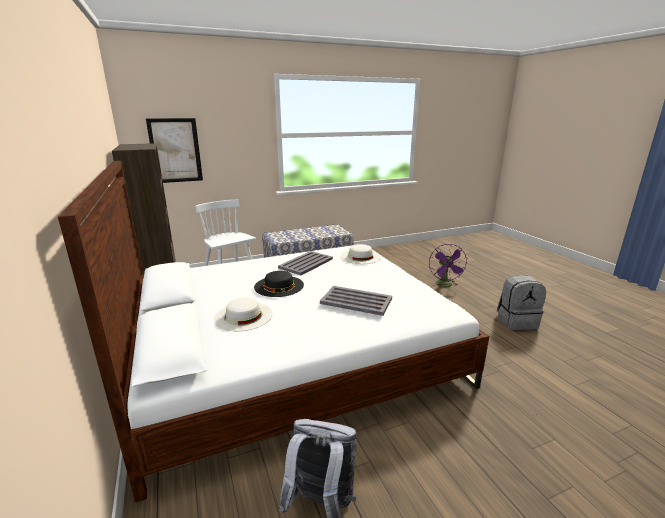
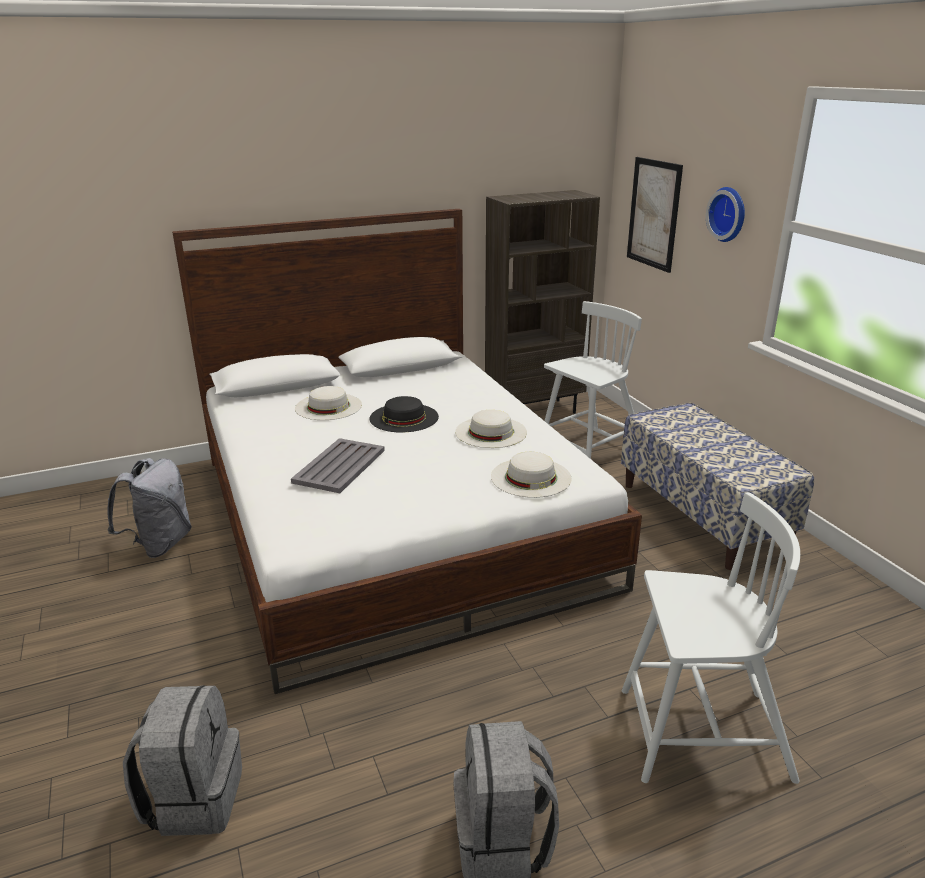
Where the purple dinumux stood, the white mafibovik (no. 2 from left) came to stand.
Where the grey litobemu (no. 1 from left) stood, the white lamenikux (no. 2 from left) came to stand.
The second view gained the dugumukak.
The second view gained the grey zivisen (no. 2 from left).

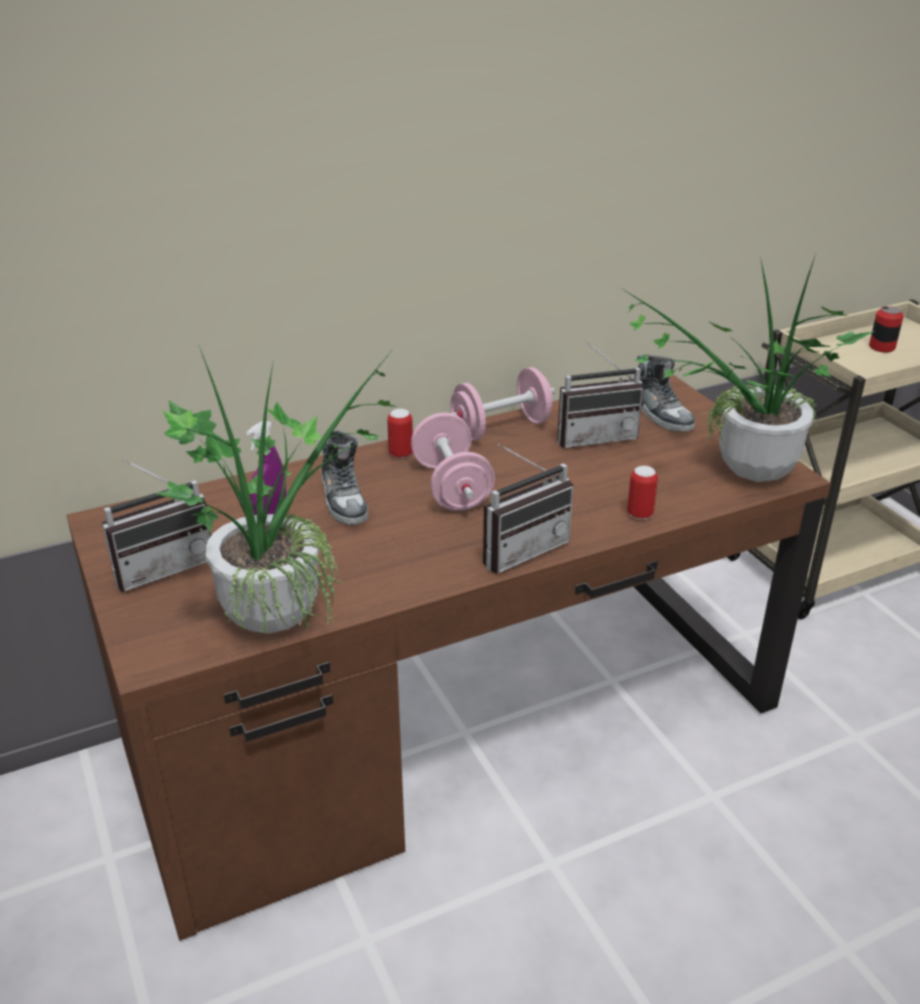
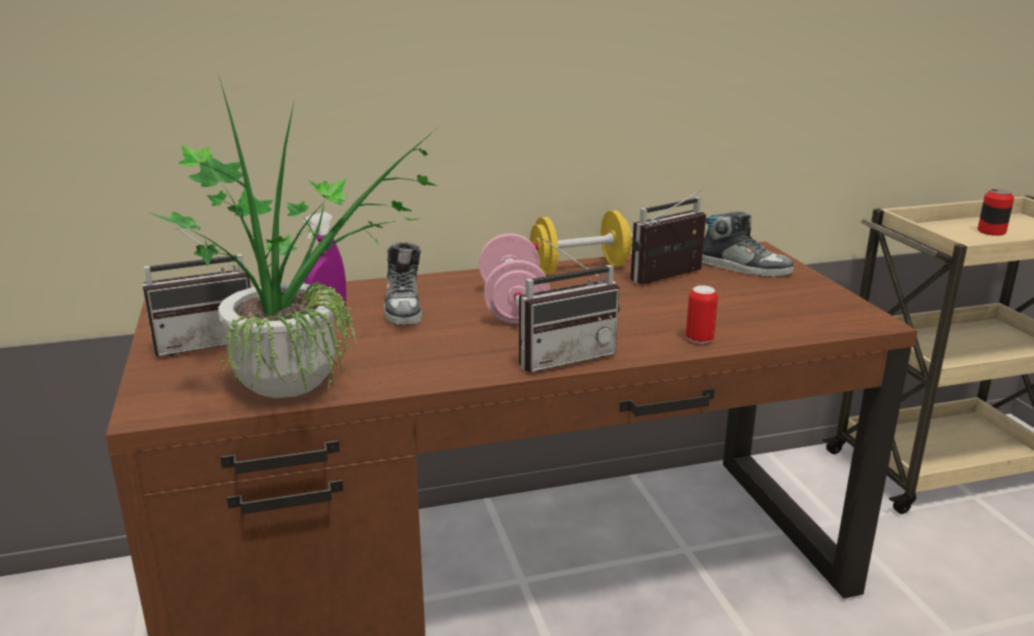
The second view lost the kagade (no. 2 from left).
The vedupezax (no. 3 from left) ended up facing another way, 150 degrees clockwise from before.
The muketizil (no. 2 from left) ended up facing another way, 45 degrees counterclockwise from before.
What was the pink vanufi (no. 2 from left) turned into the yellow vanufi.
The second view lost the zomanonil (no. 1 from left).

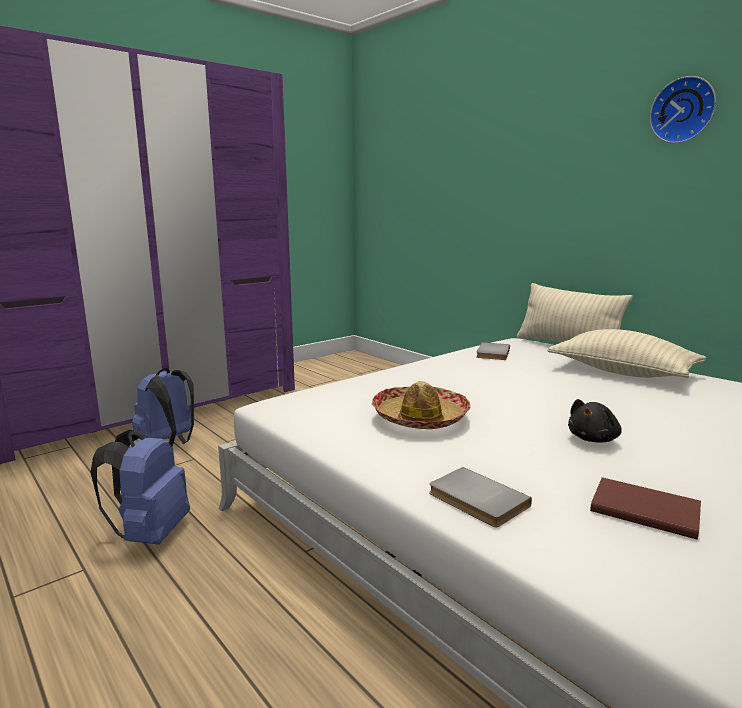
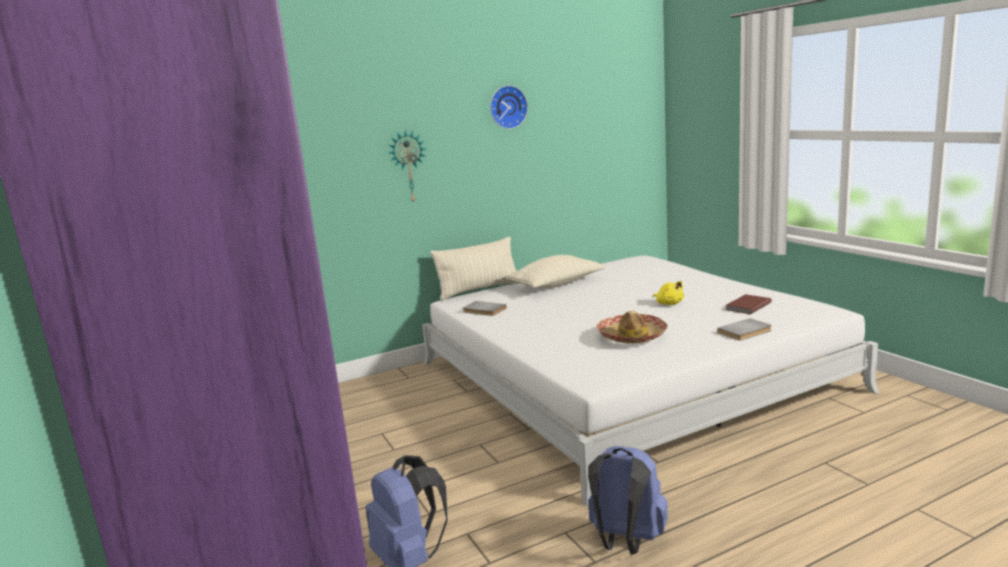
What was the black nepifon turned into the yellow nepifon.
The second view gained the dugumukak (no. 1 from left).

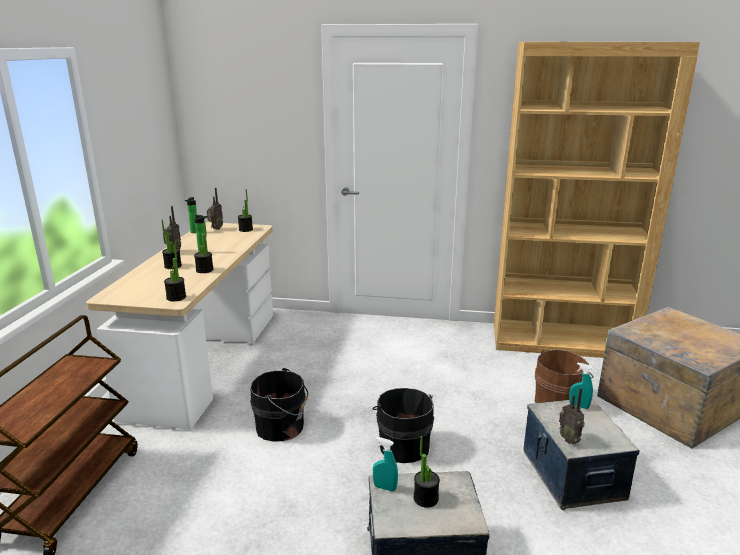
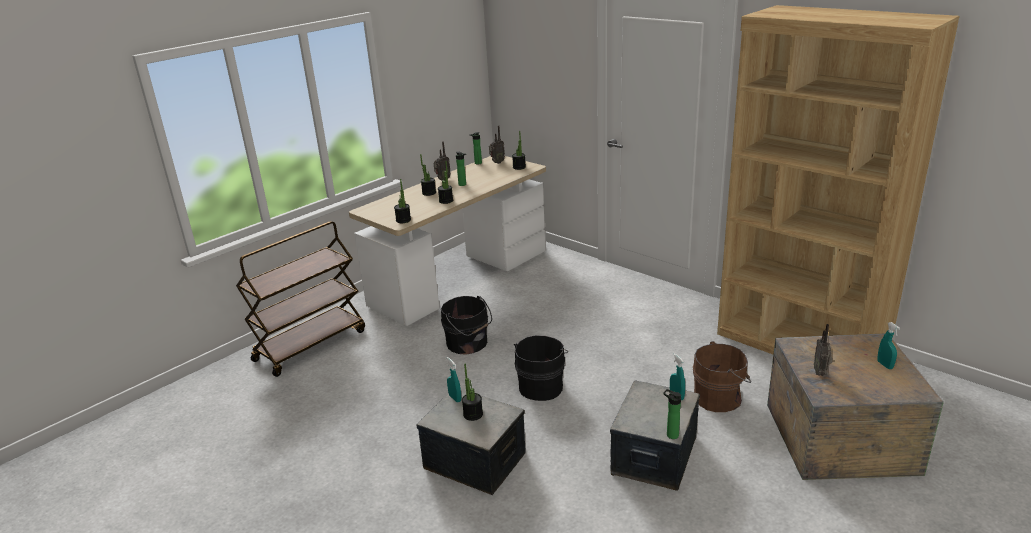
The vedupezax (no. 3 from left) ended up elsewhere.
The second view gained the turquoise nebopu (no. 3 from left).
The second view gained the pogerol (no. 3 from left).

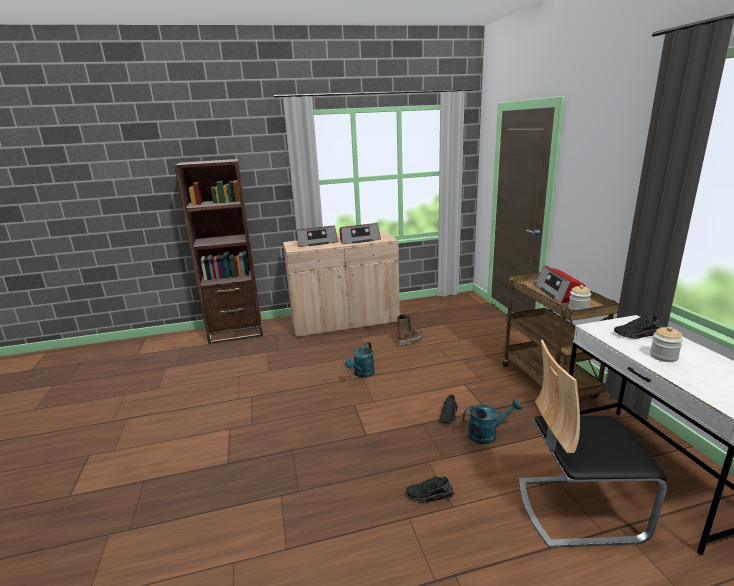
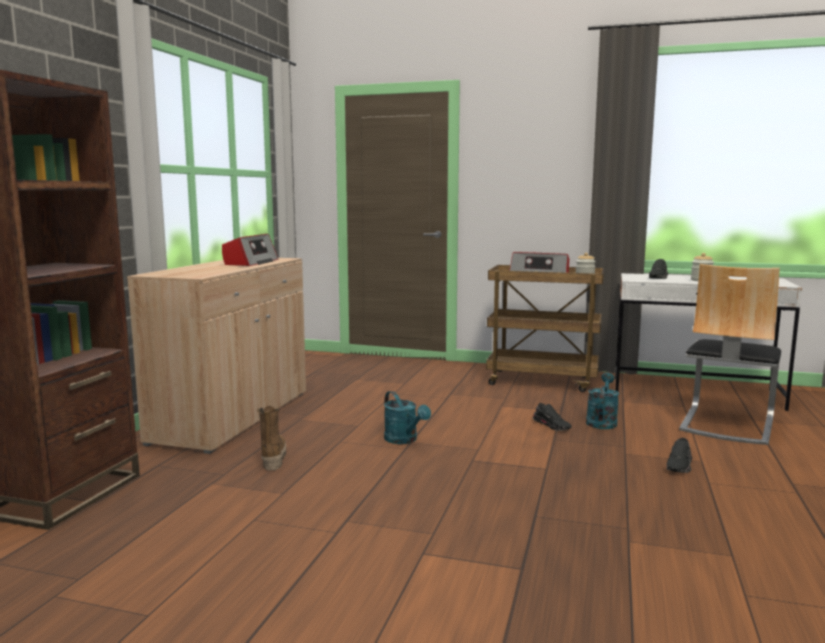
The second view lost the vedupezax (no. 1 from left).
The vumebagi ended up elsewhere.

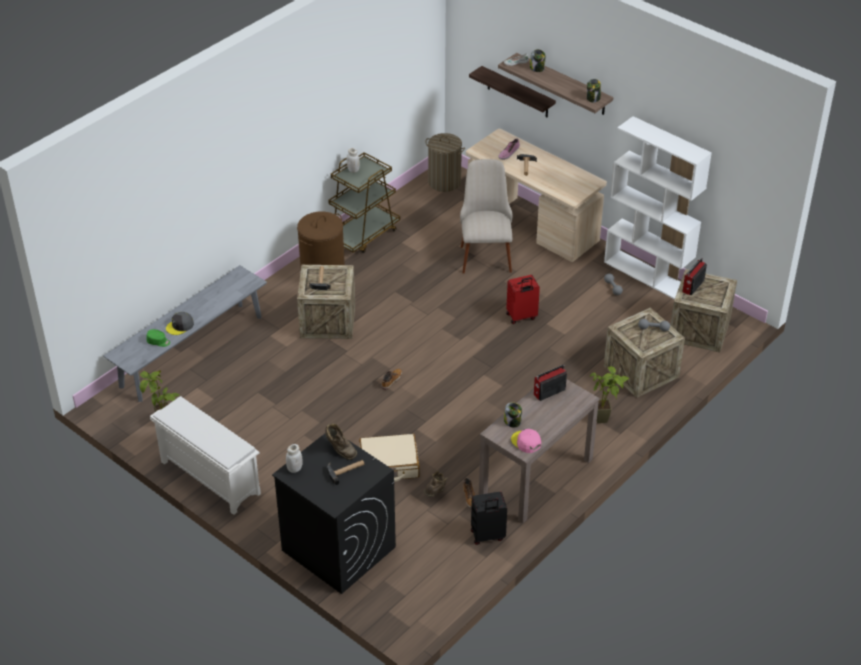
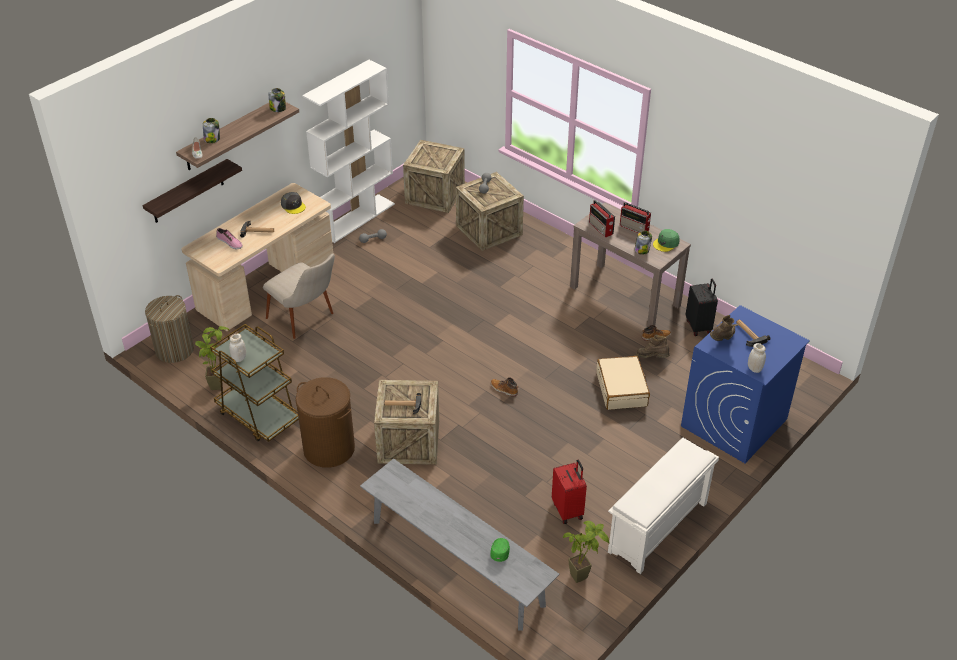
The beige mafibovik ended up facing another way, 135 degrees counterclockwise from before.
The vedupezax (no. 2 from left) ended up elsewhere.
The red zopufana ended up elsewhere.
The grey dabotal ended up elsewhere.
The kagade (no. 2 from left in the first image) ended up elsewhere.
What was the pink dabotal turned into the green dabotal (no. 2 from left).
What was the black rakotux turned into the blue rakotux.

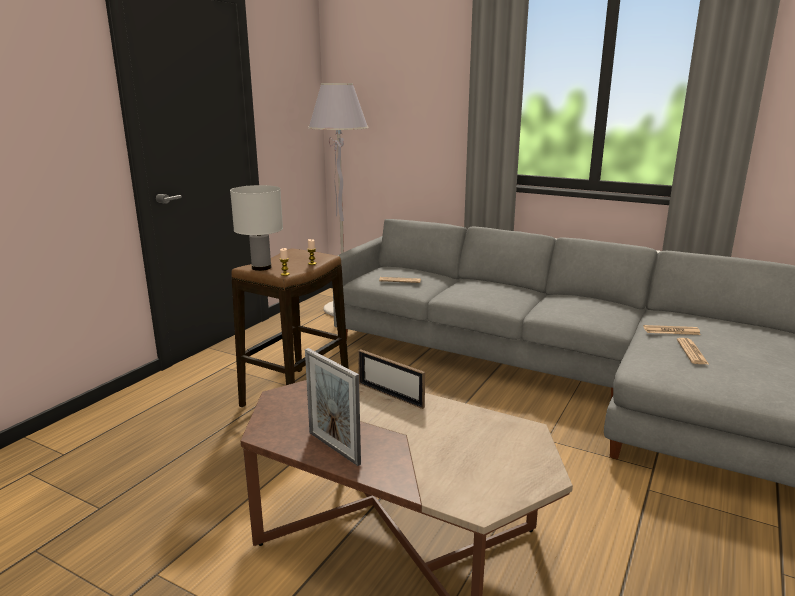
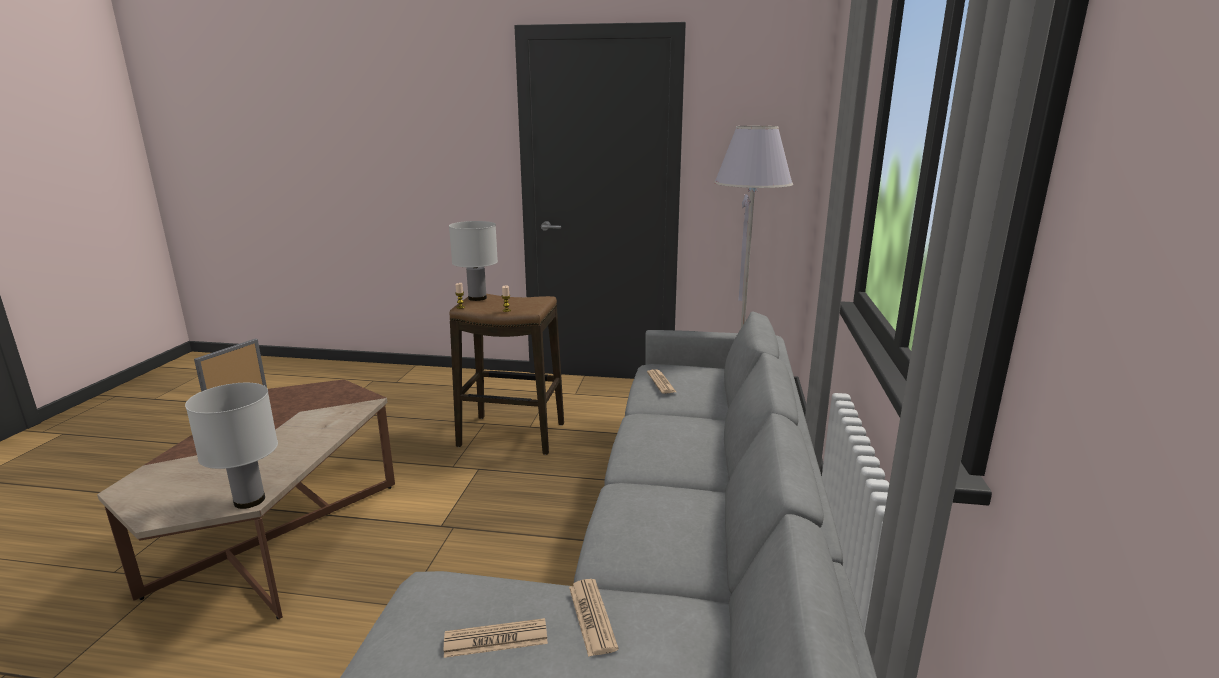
The second view lost the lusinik (no. 2 from left).
The second view gained the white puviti (no. 1 from left).

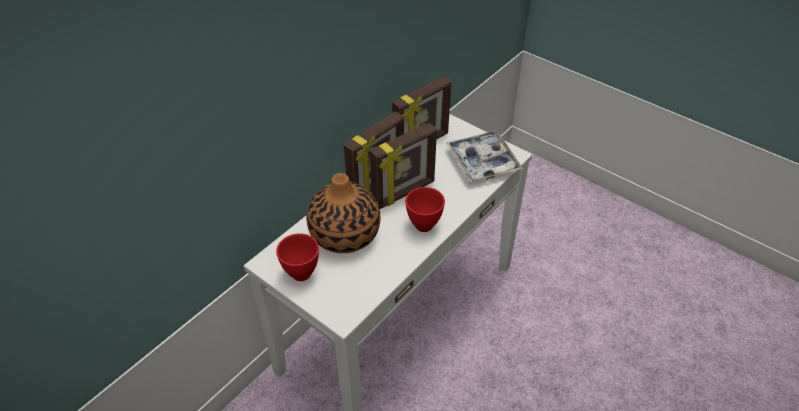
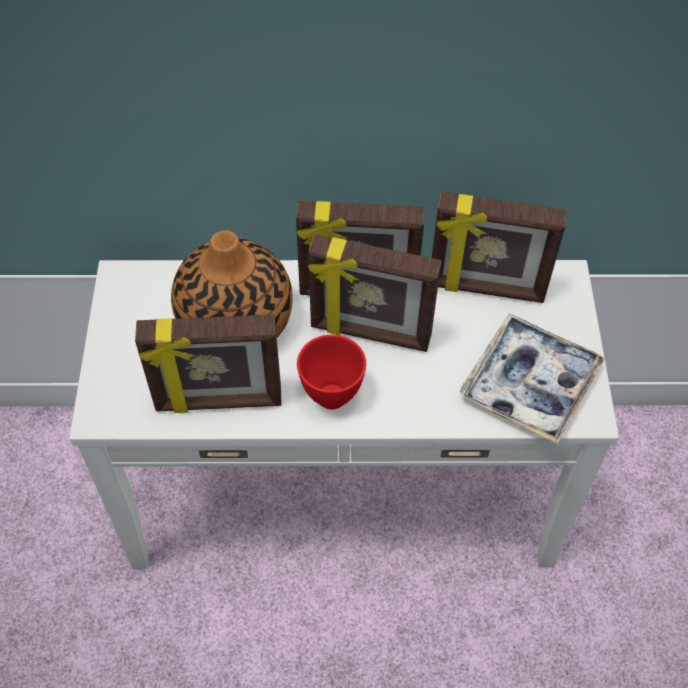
The second view lost the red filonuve (no. 1 from left).
The second view gained the lusinik (no. 1 from left).

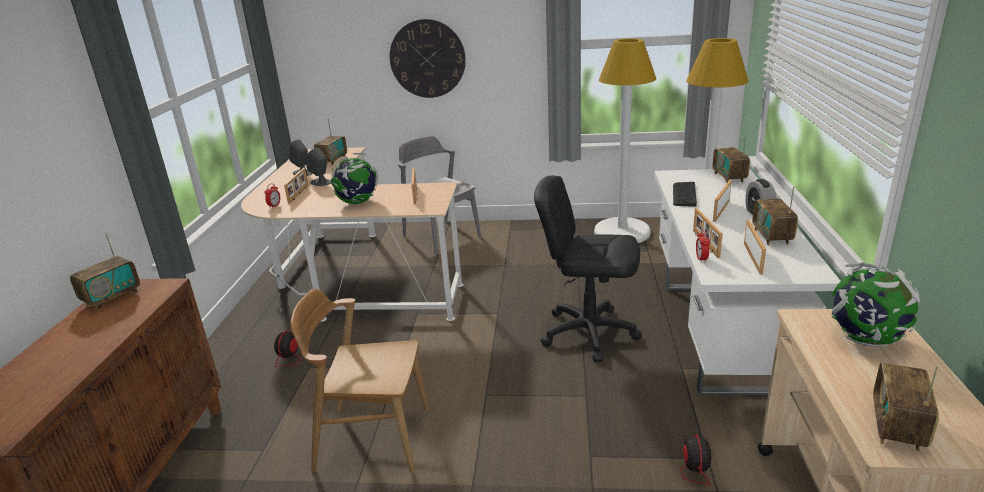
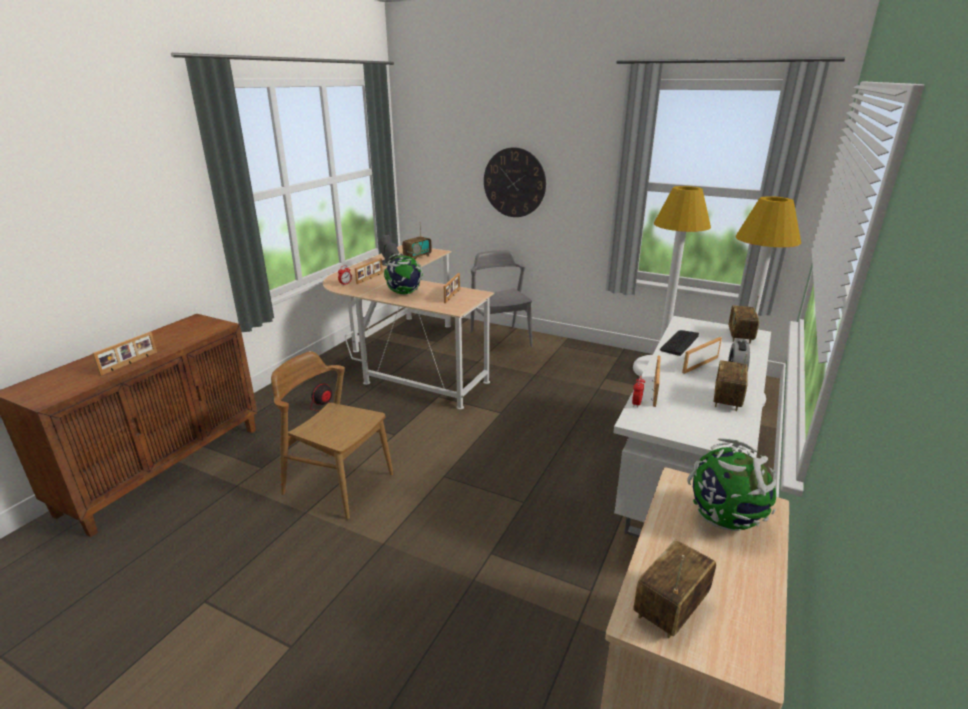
The second view lost the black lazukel.
The lusinik (no. 5 from left in the first image) ended up elsewhere.
The second view lost the vedupezax (no. 1 from left).
The second view lost the dinumux (no. 2 from left).

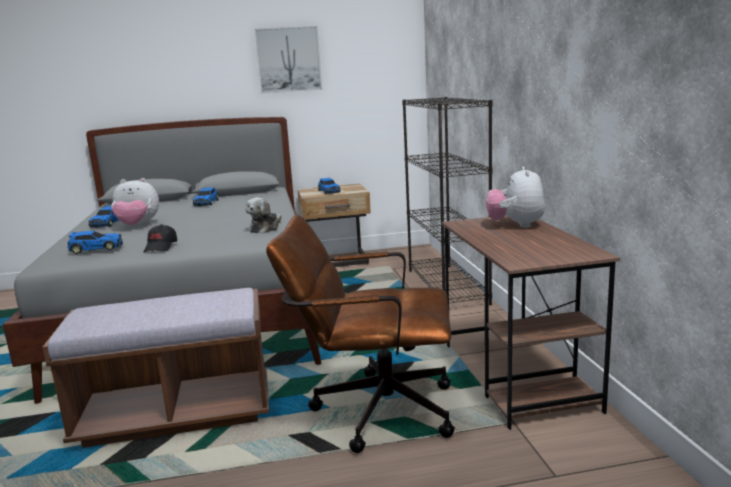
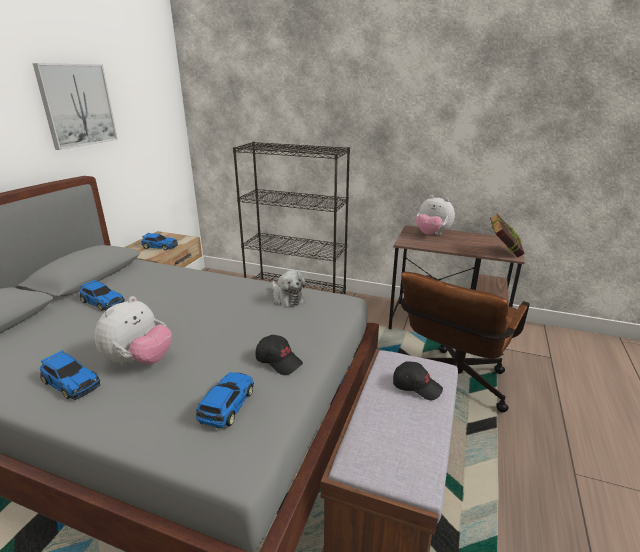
The second view gained the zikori.
The second view gained the black dabotal (no. 2 from left).

